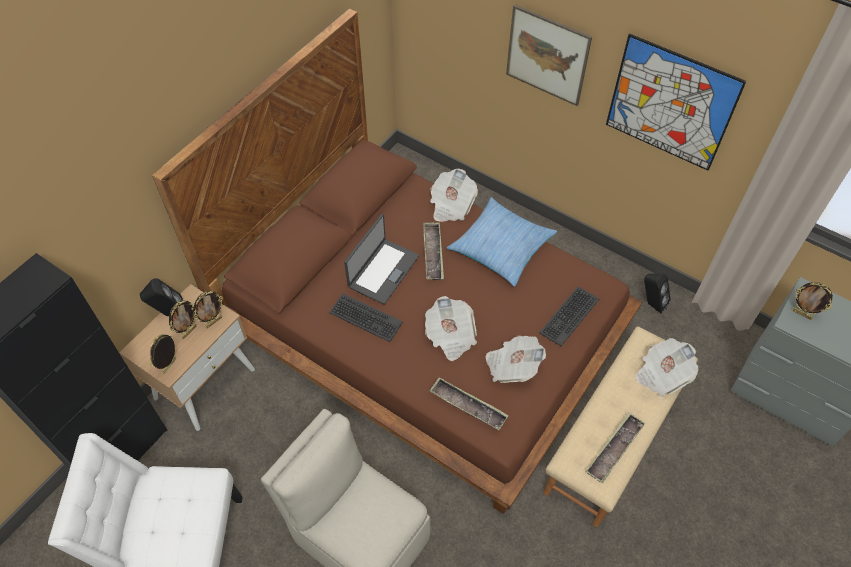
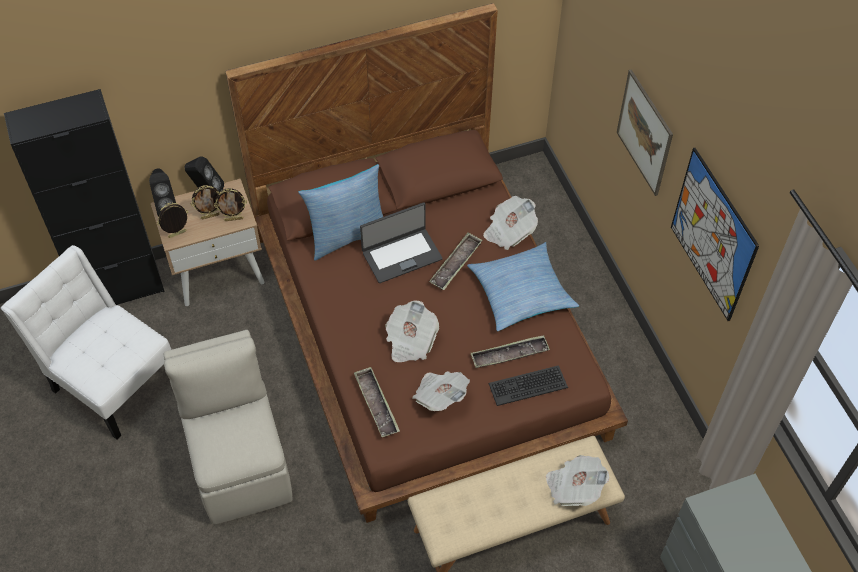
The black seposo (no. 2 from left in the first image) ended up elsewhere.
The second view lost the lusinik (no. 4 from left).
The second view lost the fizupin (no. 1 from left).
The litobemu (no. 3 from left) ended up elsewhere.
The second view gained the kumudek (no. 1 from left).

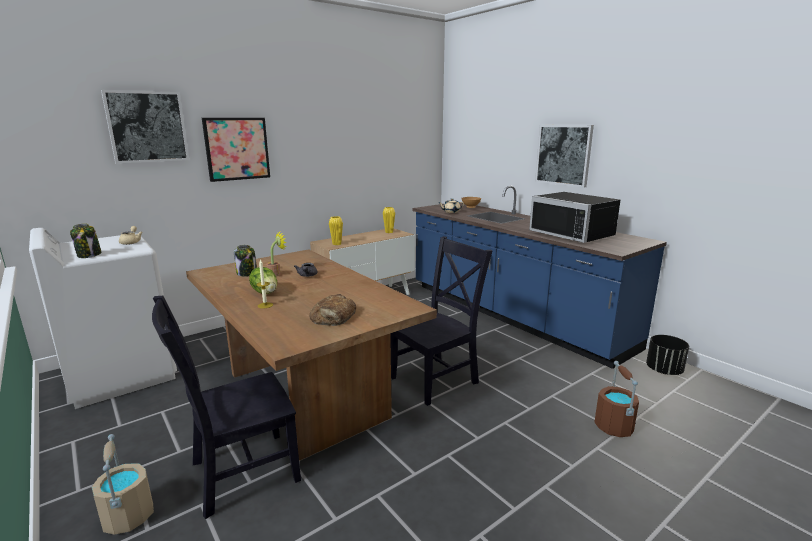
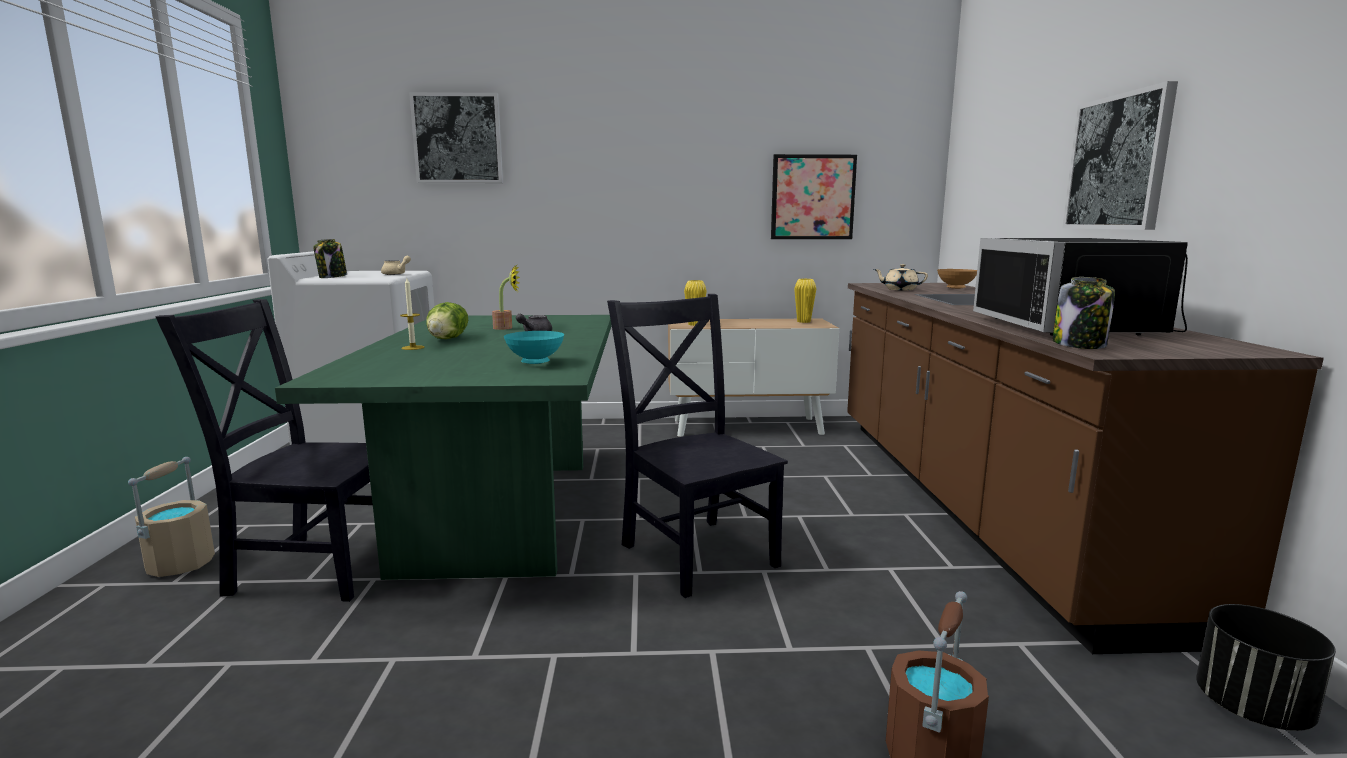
The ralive (no. 2 from left) ended up elsewhere.
What was the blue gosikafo turned into the brown gosikafo.
The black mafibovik (no. 2 from left) ended up facing another way, 120 degrees counterclockwise from before.
The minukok (no. 2 from left) ended up elsewhere.
What was the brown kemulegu turned into the green kemulegu.
The second view lost the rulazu.
The second view gained the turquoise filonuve.

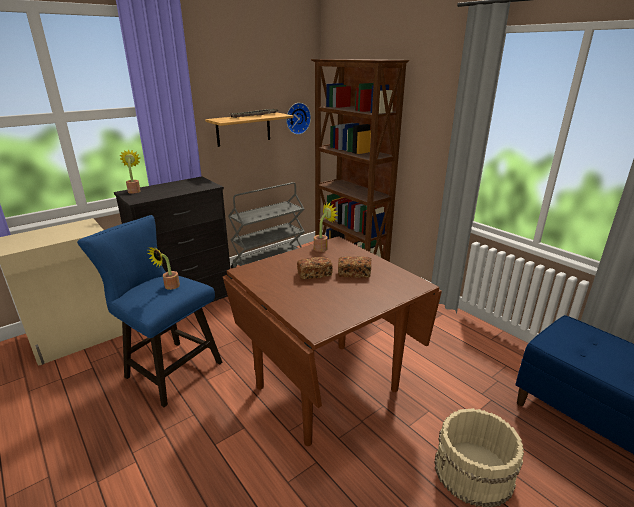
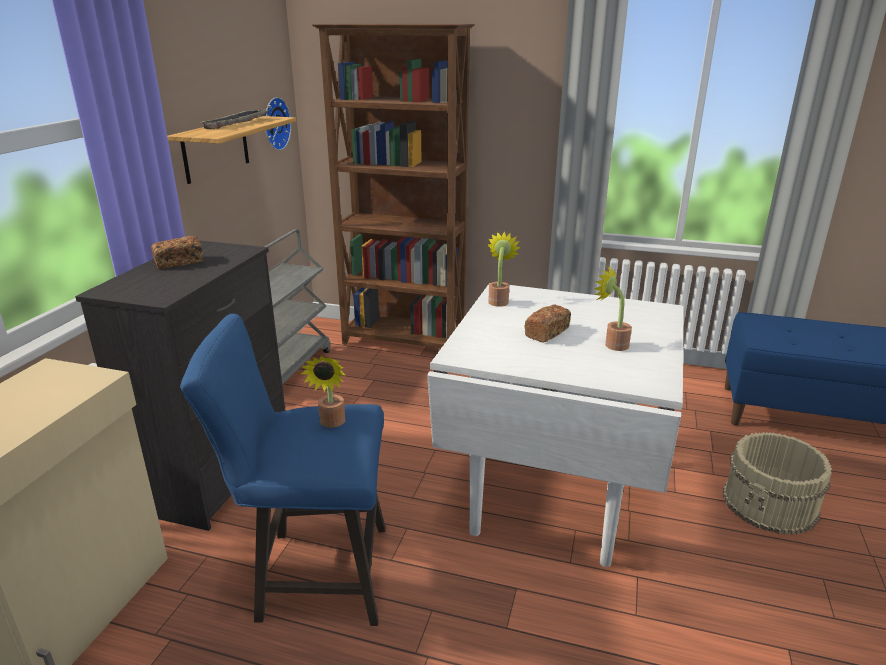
The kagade (no. 1 from left in the first image) ended up elsewhere.
What was the brown kemulegu turned into the white kemulegu.
The rulazu (no. 2 from left in the first image) ended up elsewhere.

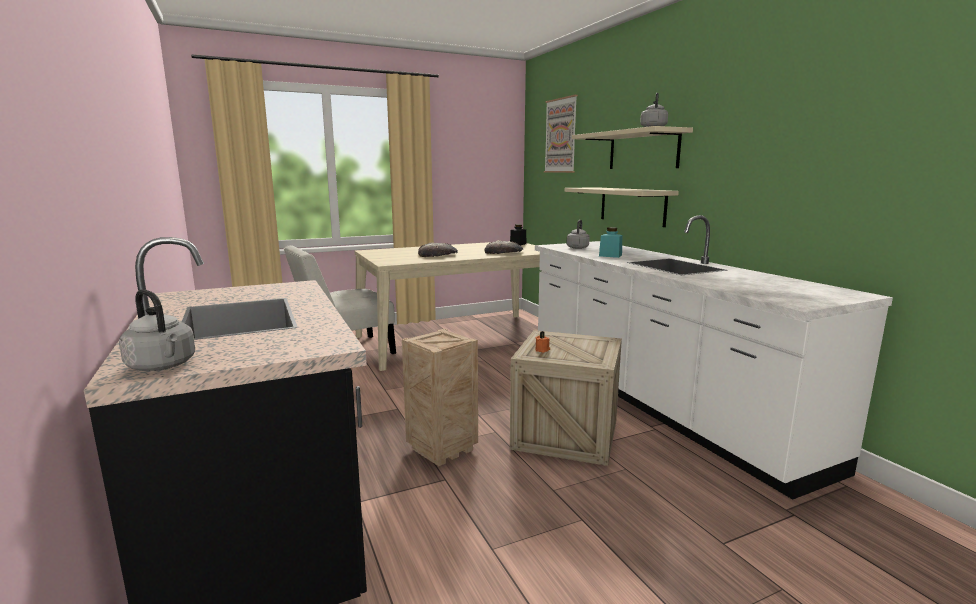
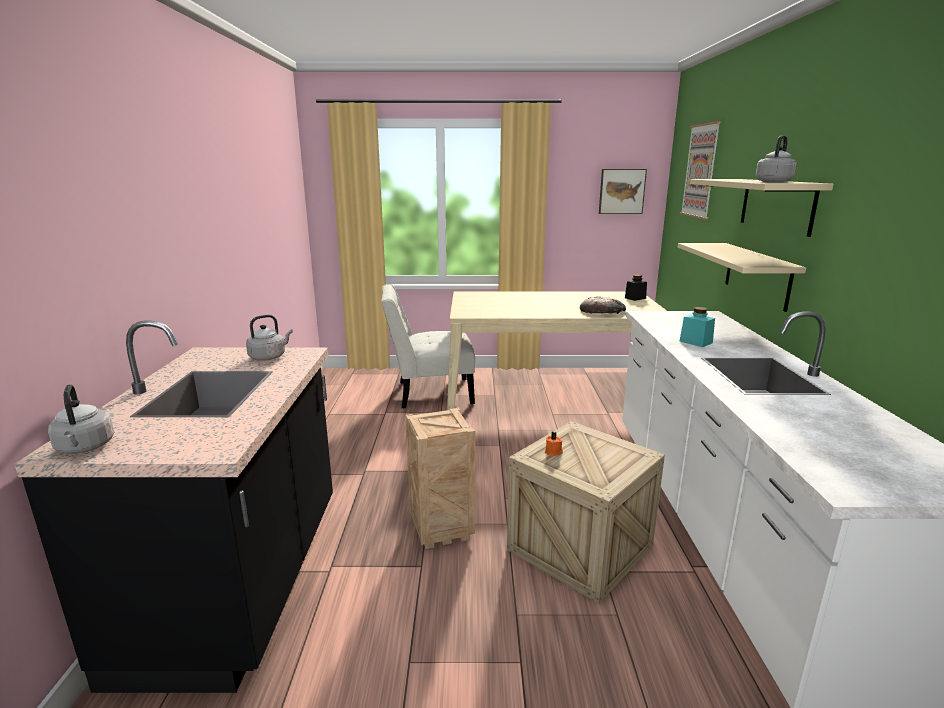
The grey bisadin (no. 2 from left) ended up elsewhere.
The second view lost the rulazu (no. 1 from left).
The second view gained the ralive (no. 1 from left).

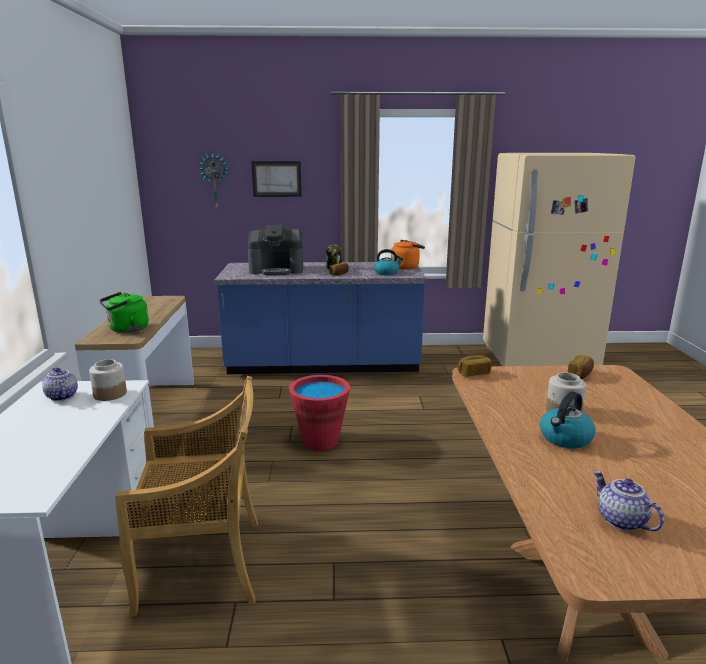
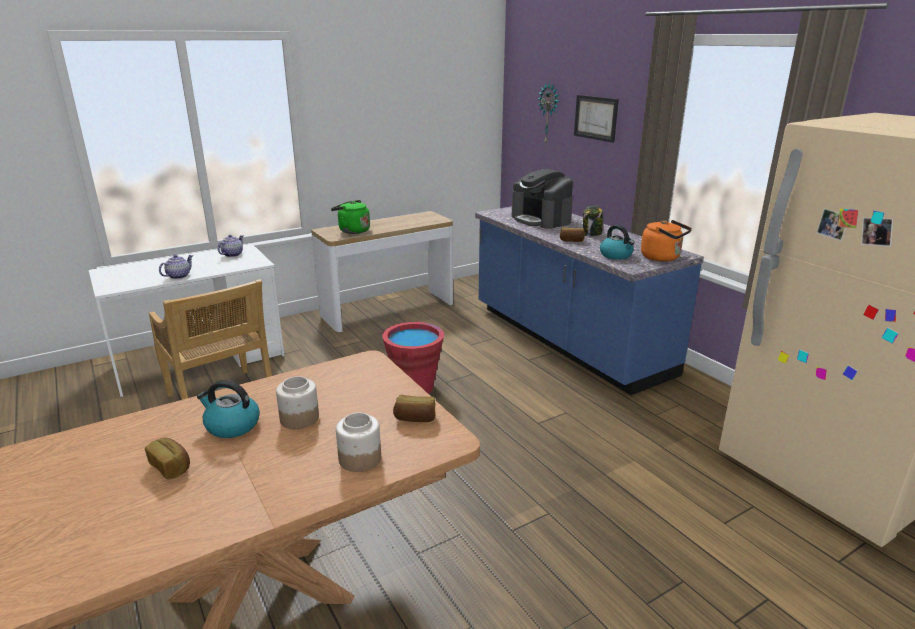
The rulazu (no. 2 from left in the first image) ended up elsewhere.
The minukok (no. 1 from left in the first image) ended up elsewhere.
The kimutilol (no. 2 from left in the first image) ended up elsewhere.

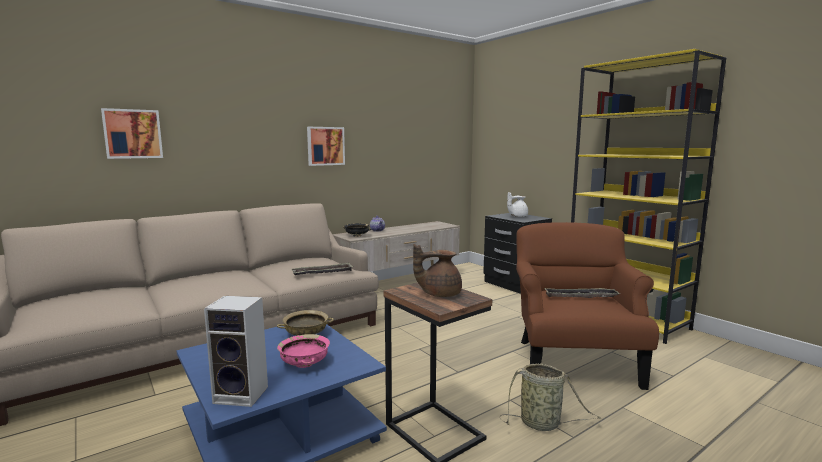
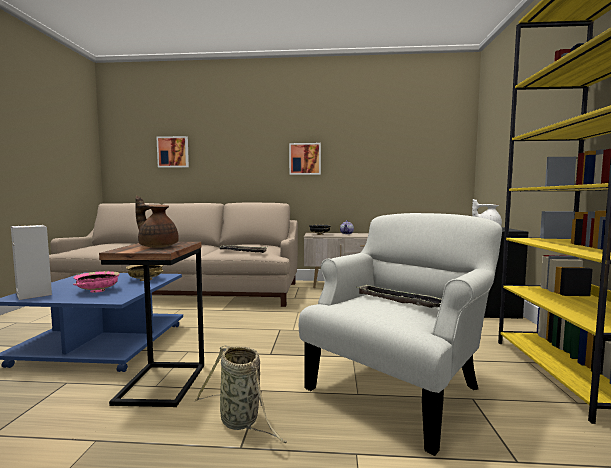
What was the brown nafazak turned into the white nafazak.

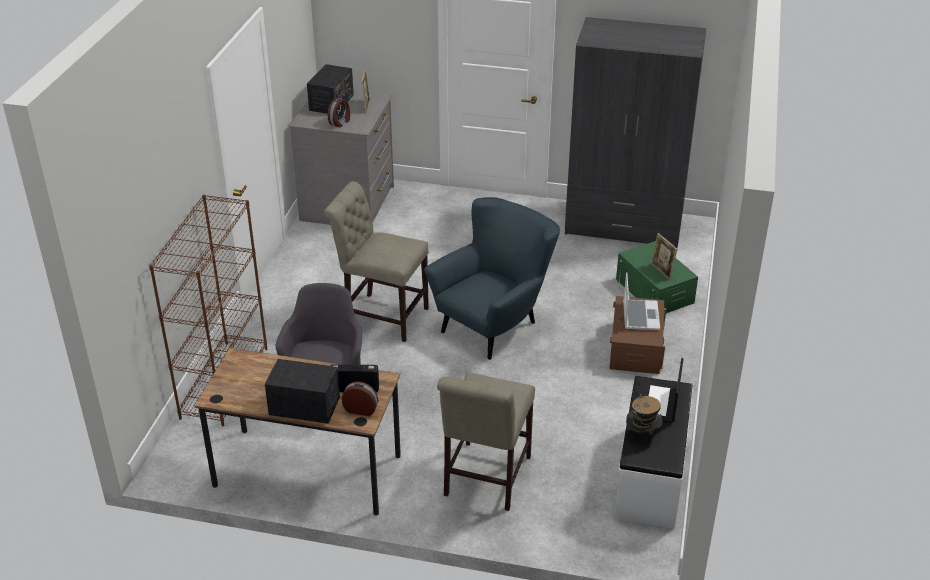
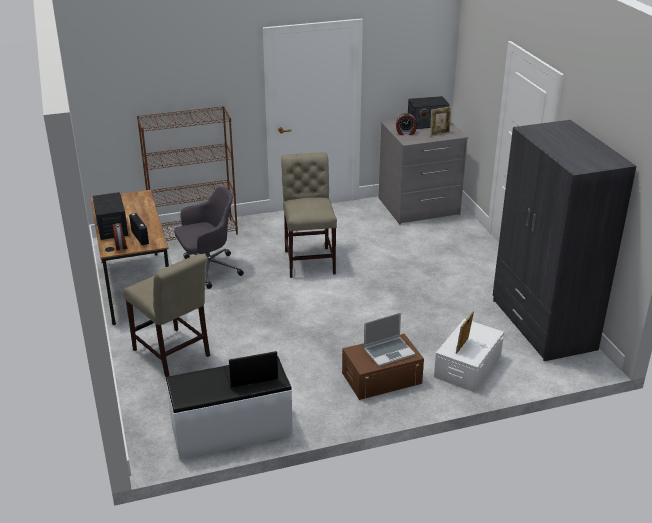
The second view lost the blue nafazak.
What was the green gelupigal turned into the white gelupigal.
The beige mafibovik (no. 2 from left in the first image) ended up facing another way, 120 degrees counterclockwise from before.
The second view lost the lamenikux.

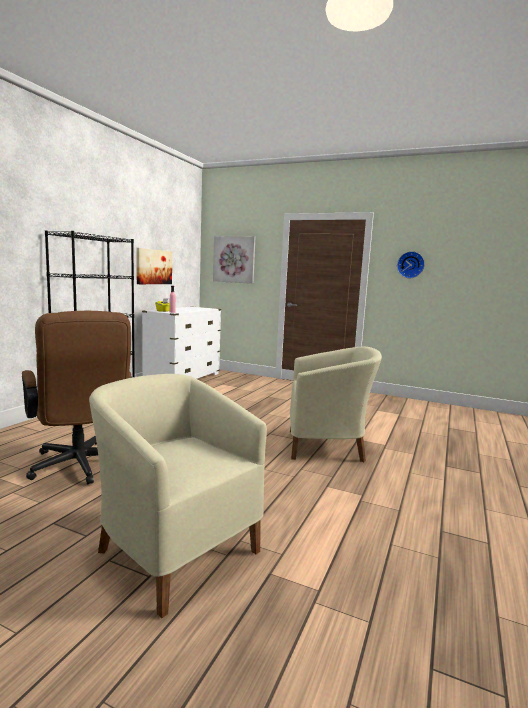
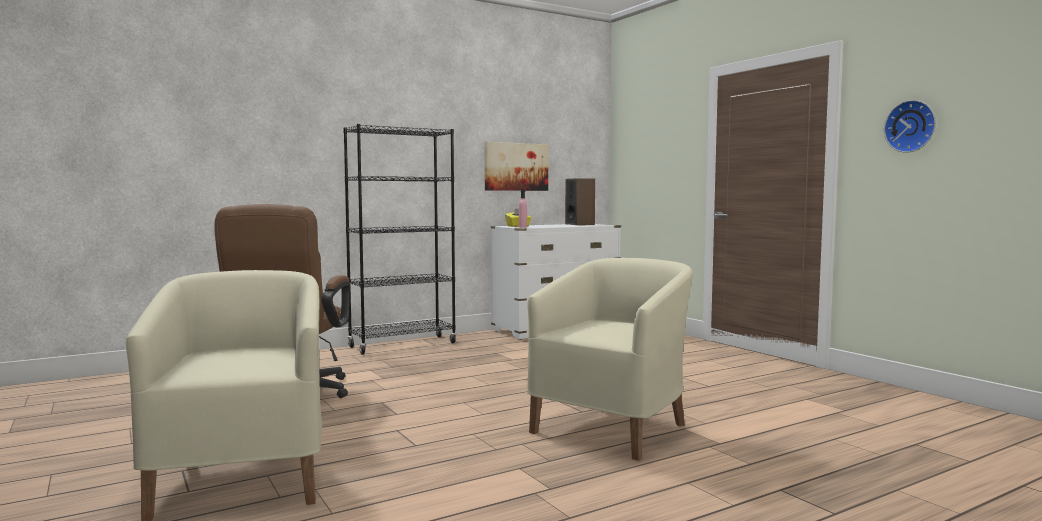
The second view lost the ralive (no. 2 from left).
The beige nafazak (no. 2 from left) ended up facing another way, 90 degrees counterclockwise from before.
The second view gained the seposo.

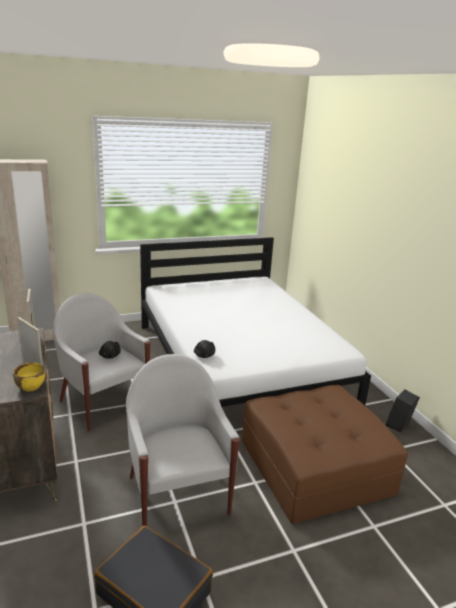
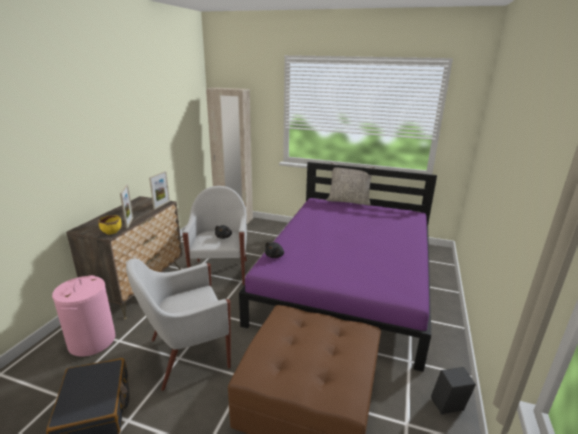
What was the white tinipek turned into the purple tinipek.
The white nafazak (no. 2 from left in the first image) ended up facing another way, 135 degrees counterclockwise from before.
The second view gained the grey kumudek.
The second view gained the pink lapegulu.

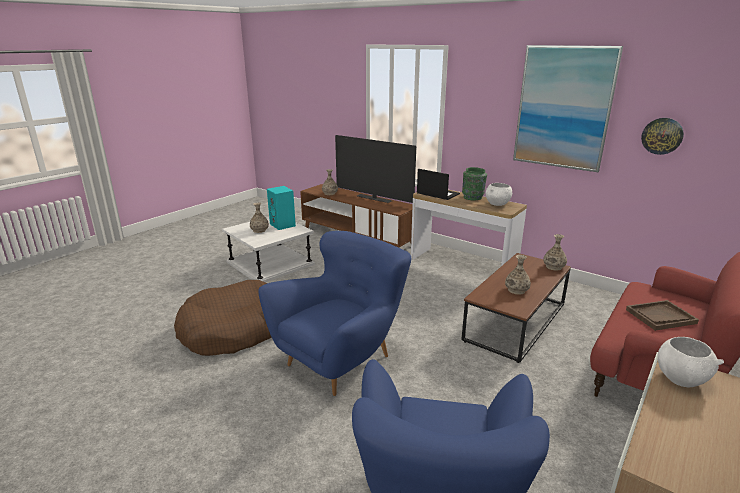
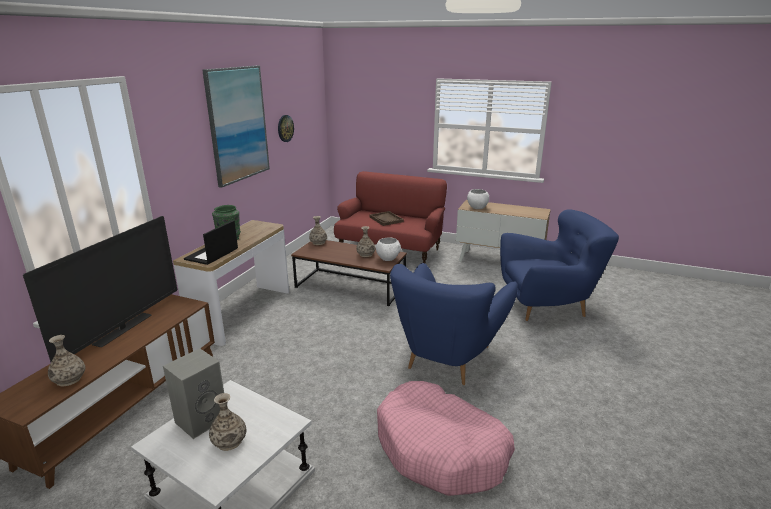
The white filonuve (no. 1 from left) ended up elsewhere.
What was the turquoise seposo turned into the grey seposo.
The blue nafazak (no. 1 from left) ended up facing another way, 90 degrees counterclockwise from before.
What was the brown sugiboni turned into the pink sugiboni.

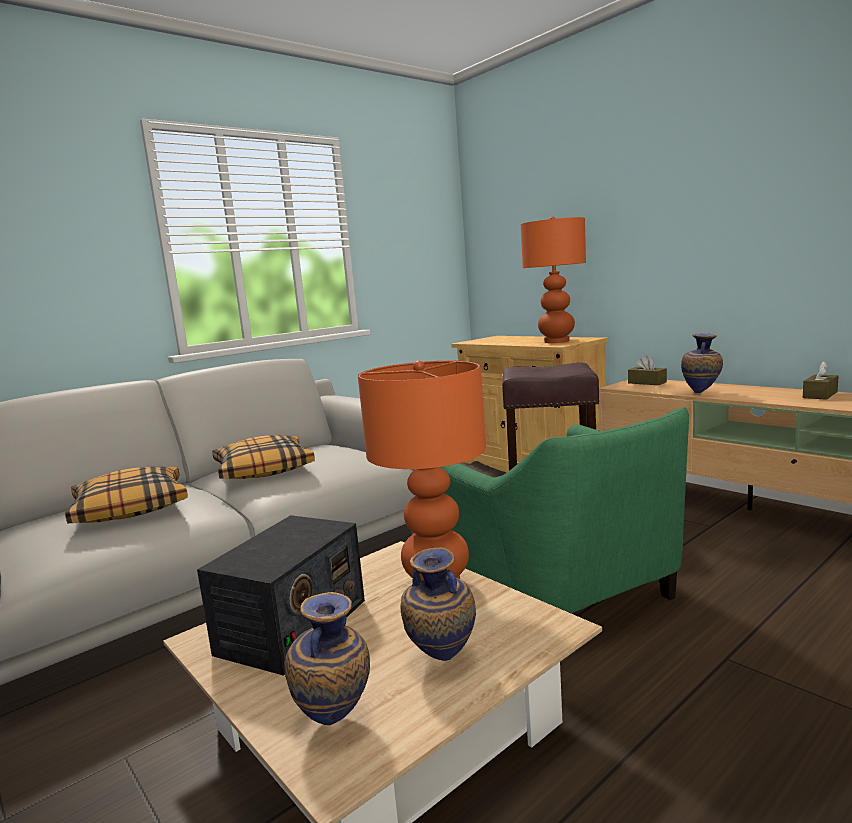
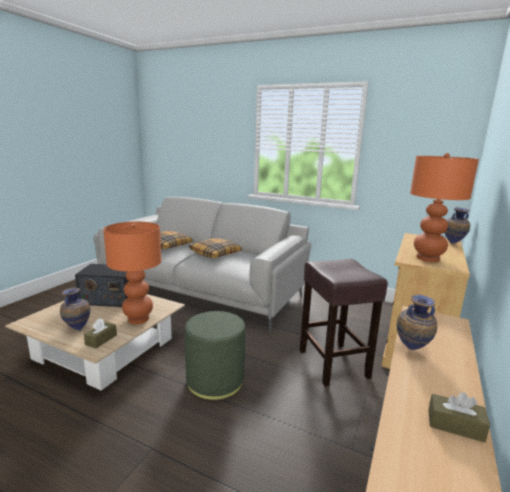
The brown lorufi (no. 1 from left) ended up elsewhere.
Where the green nafazak stood, the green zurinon came to stand.
The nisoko (no. 1 from left in the first image) ended up elsewhere.

